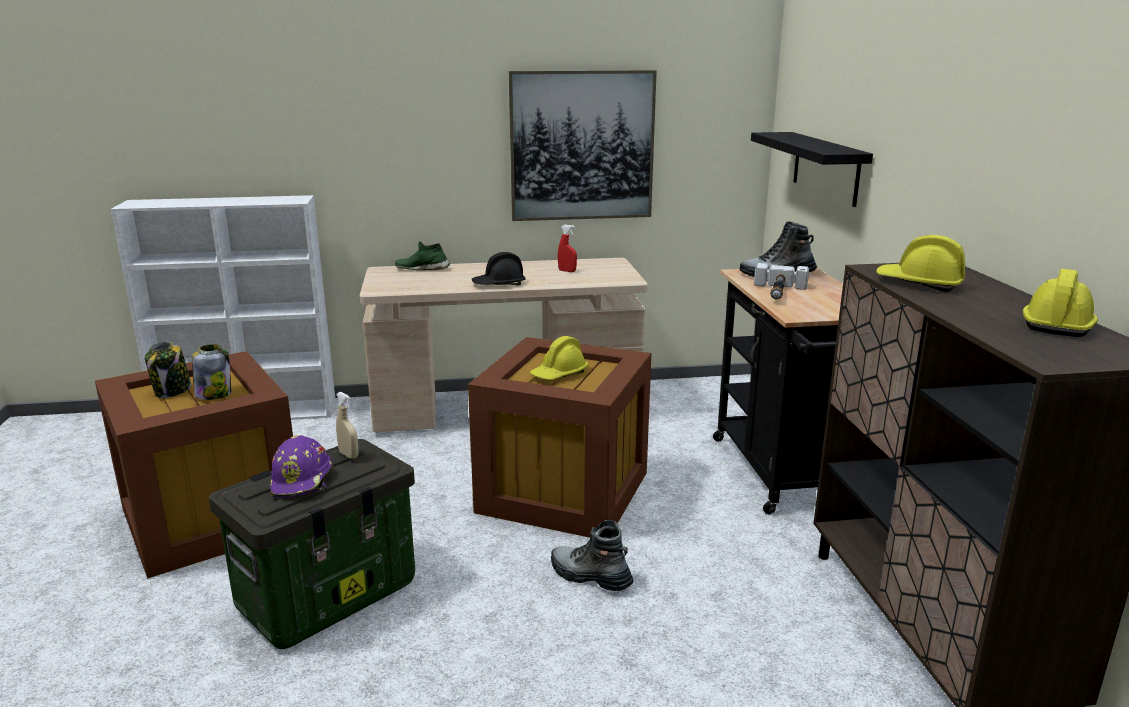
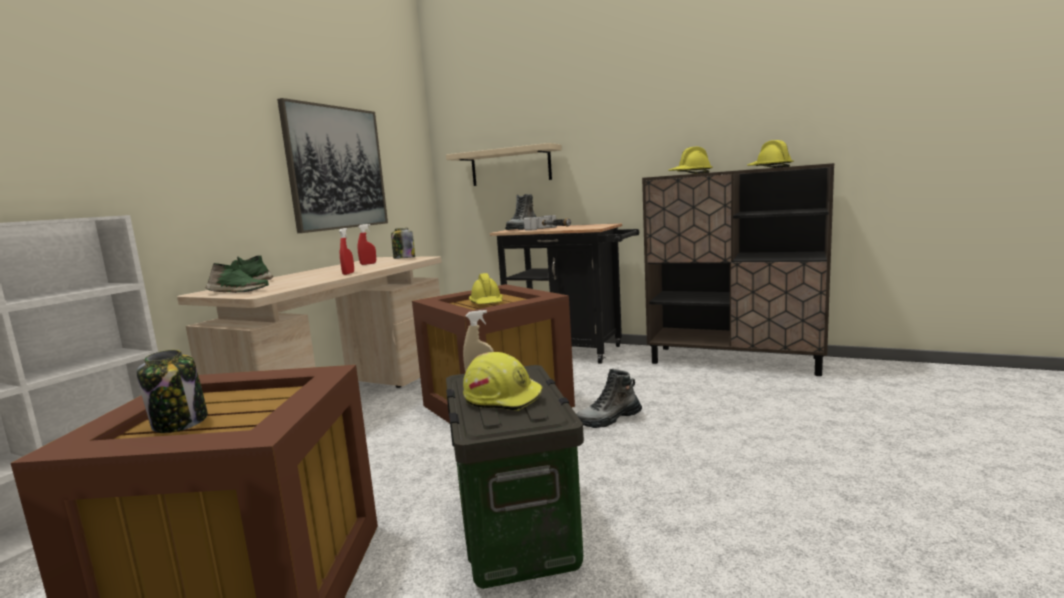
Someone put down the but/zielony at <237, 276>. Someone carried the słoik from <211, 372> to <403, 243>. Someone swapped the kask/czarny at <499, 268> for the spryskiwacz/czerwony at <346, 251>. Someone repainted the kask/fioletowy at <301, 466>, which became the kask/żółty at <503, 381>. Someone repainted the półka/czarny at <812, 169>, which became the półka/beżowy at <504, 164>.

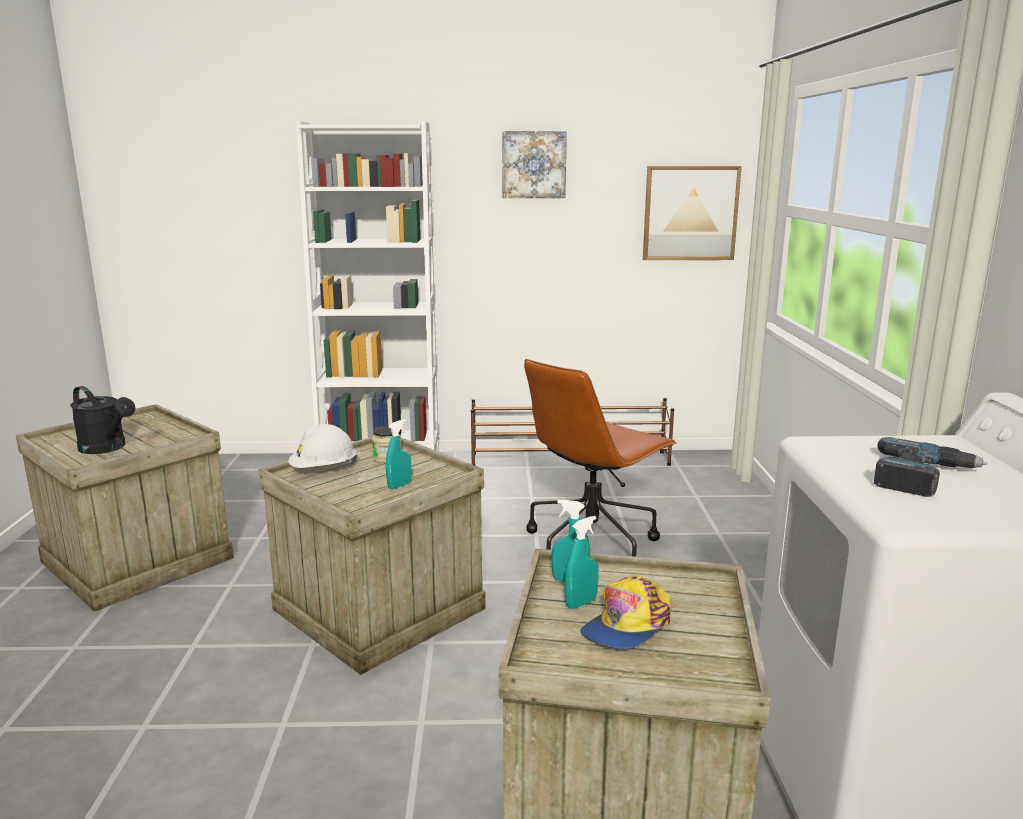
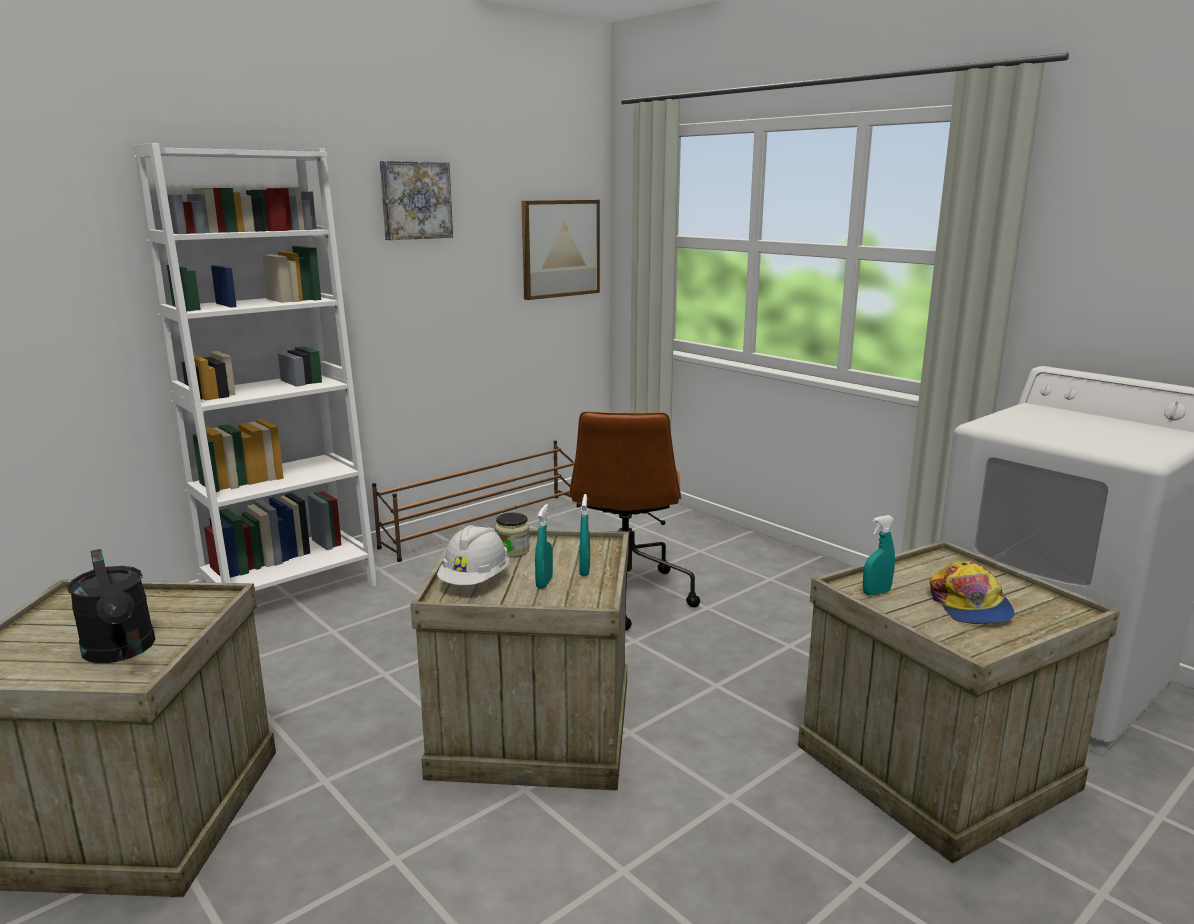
Someone took away the wiertarka at <930, 467>. Someone carried the spryskiwacz/turkusowy from <581, 562> to <544, 546>. Someone rotated the konewka/czarny at <103, 420> by 60 degrees clockwise.

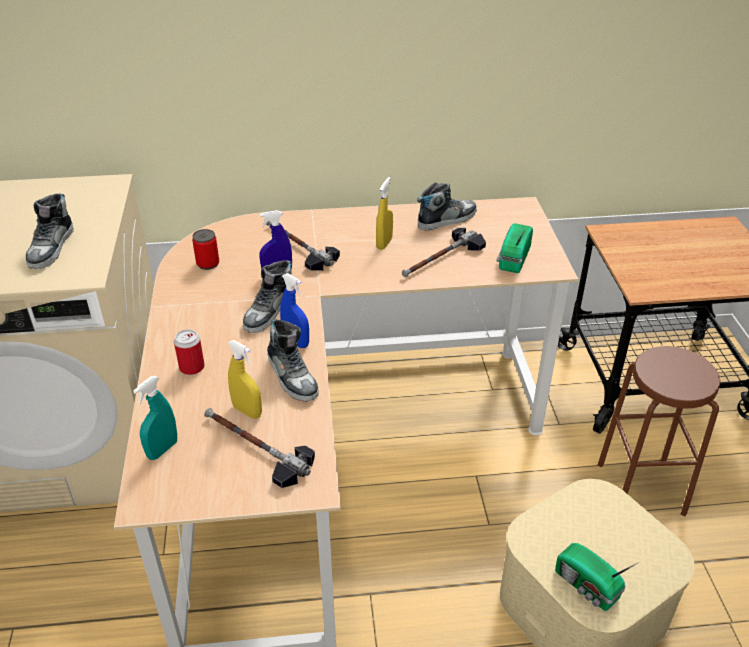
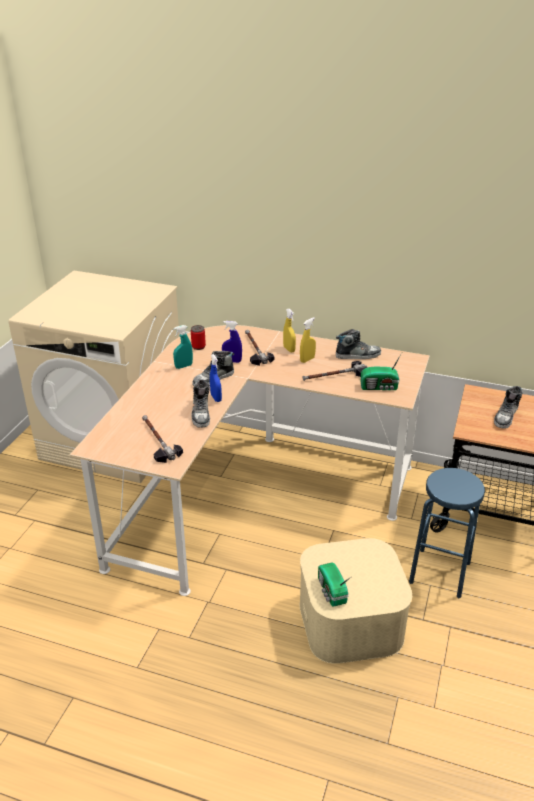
Someone took away the puszka at <189, 352>. Someone carried the but from <50, 231> to <508, 407>. Someone carried the spryskiwacz/turkusowy from <155, 418> to <183, 347>. Someone carried the spryskiwacz/żółty from <245, 379> to <289, 331>. Someone repainted the stołek/brązowy at <659, 431>, which became the stołek/niebieski at <447, 533>. Someone rotated the radio at <515, 248> by 135 degrees counterclockwise.

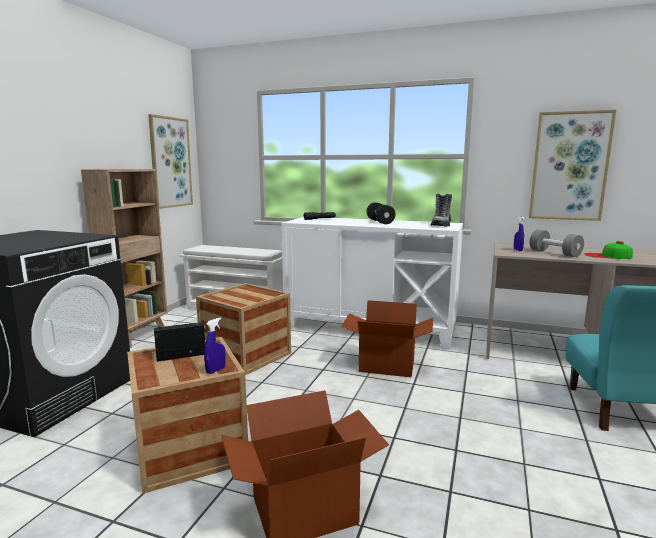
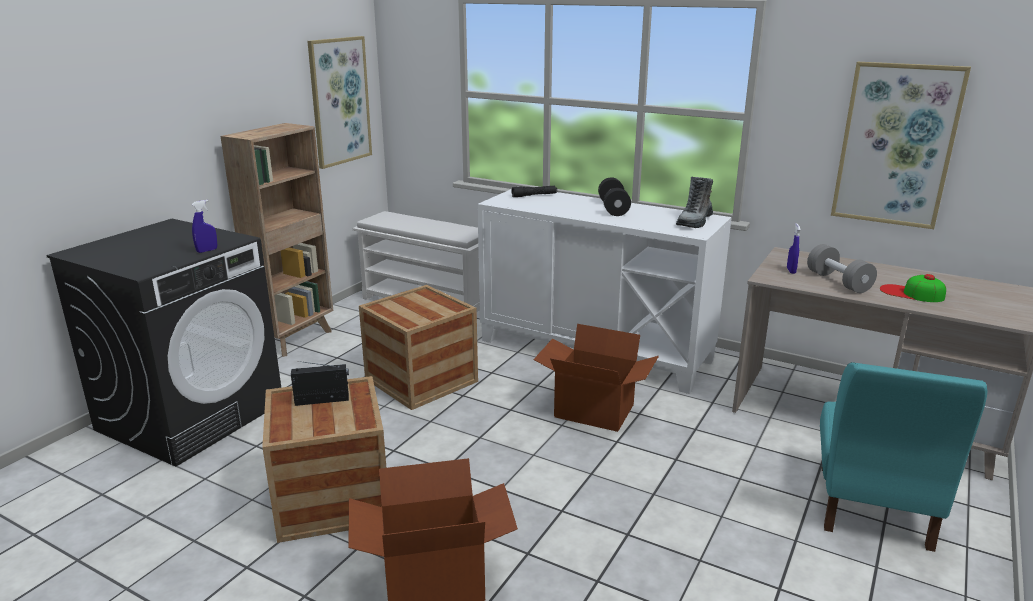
Someone carried the spryskiwacz/niebieski from <215, 346> to <204, 226>.

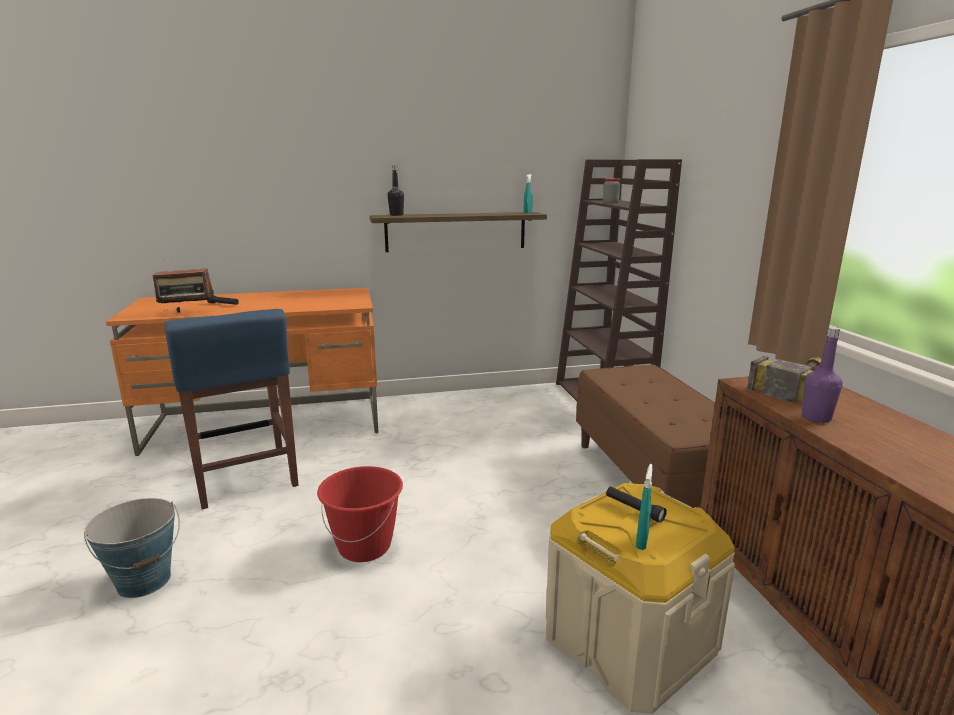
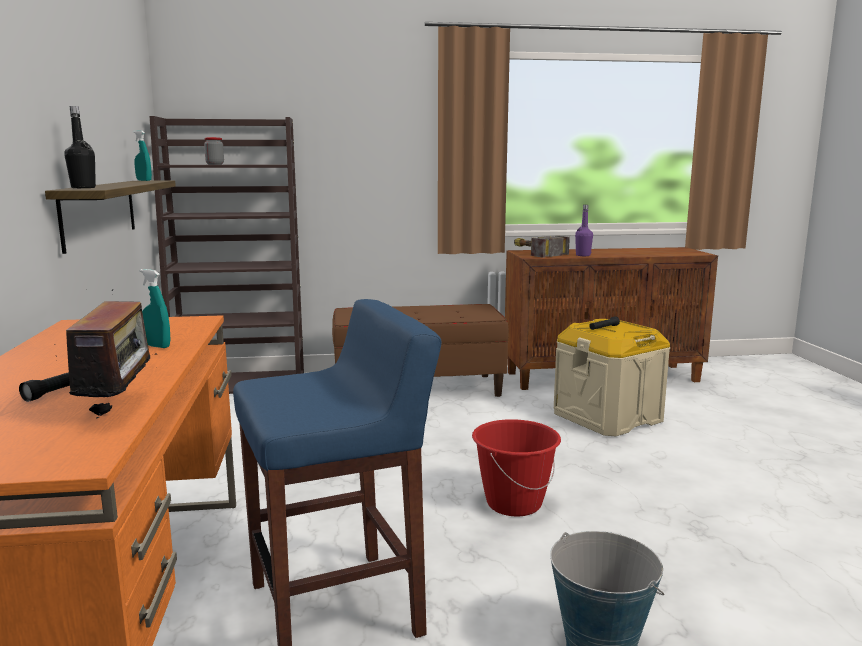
Someone carried the spryskiwacz/turkusowy from <644, 507> to <155, 308>.

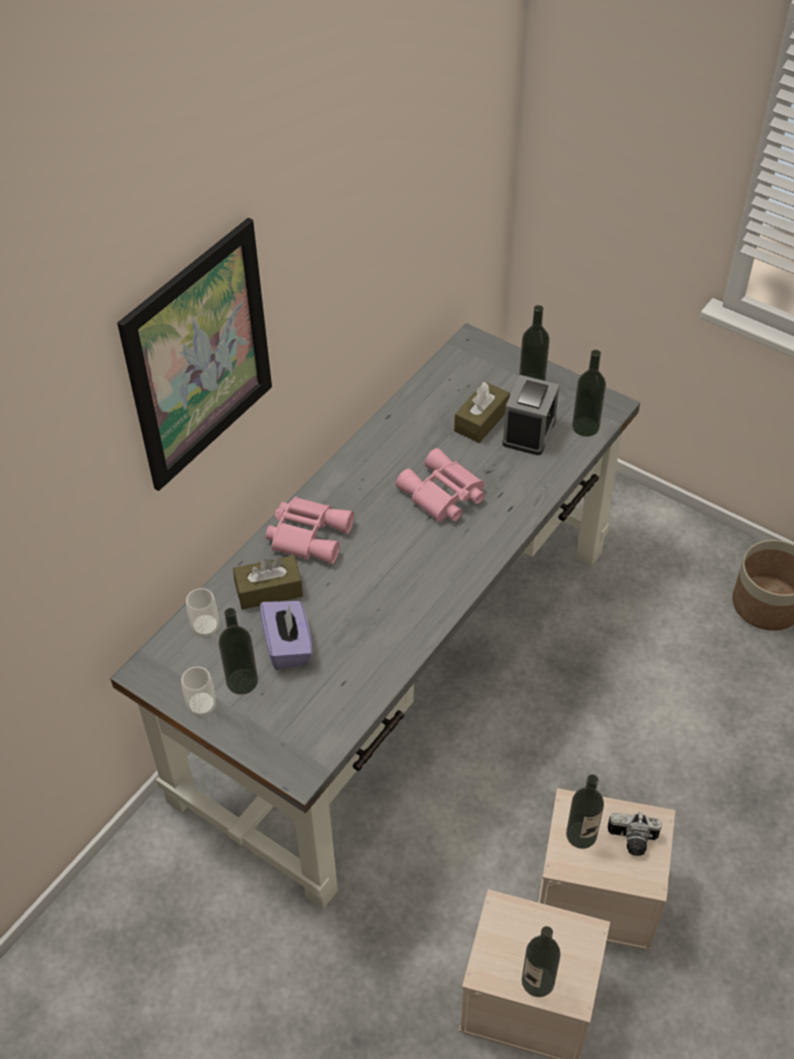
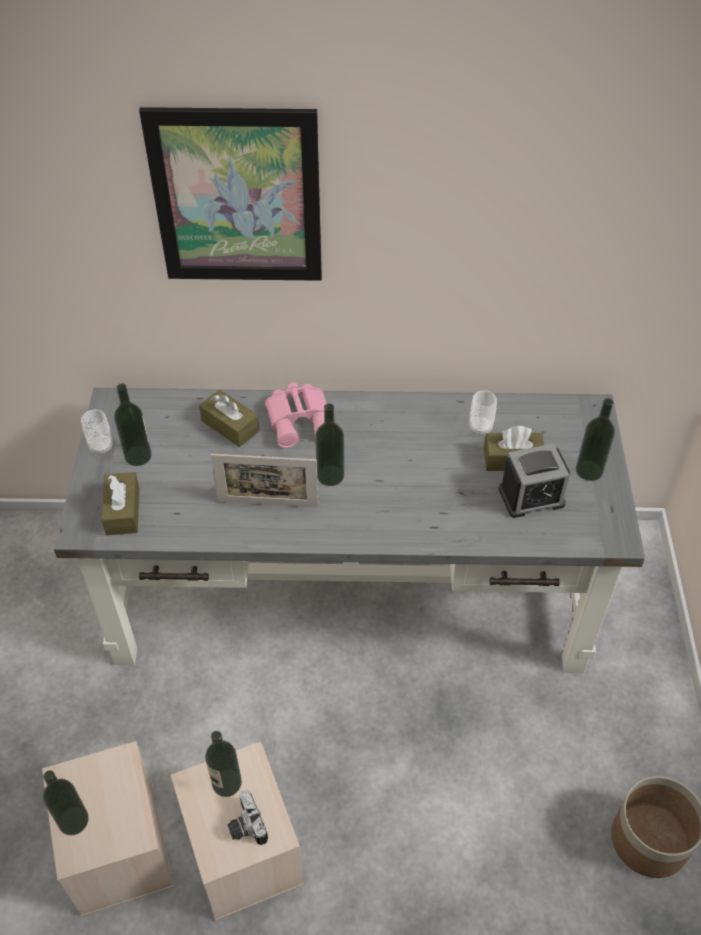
Someone took away the pudełko chusteczek/fioletowy at <286, 635>. Someone took away the lornetka/różowy at <440, 485>. Someone put down the pudełko chusteczek/brązowy at <120, 504>. Someone put down the ramka na zdjęcie at <264, 481>. Someone carried the filiżanka from <202, 613> to <483, 412>. Someone carried the butelka from <589, 393> to <329, 444>.

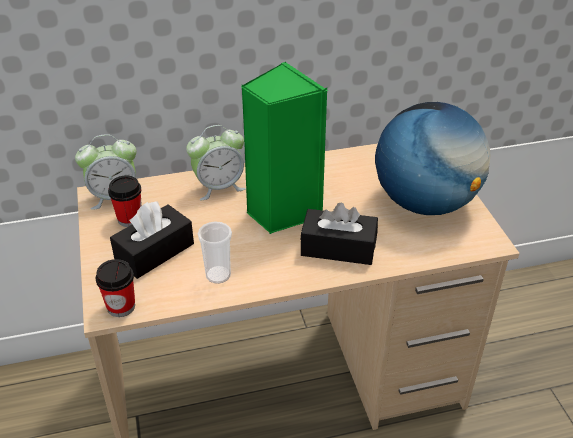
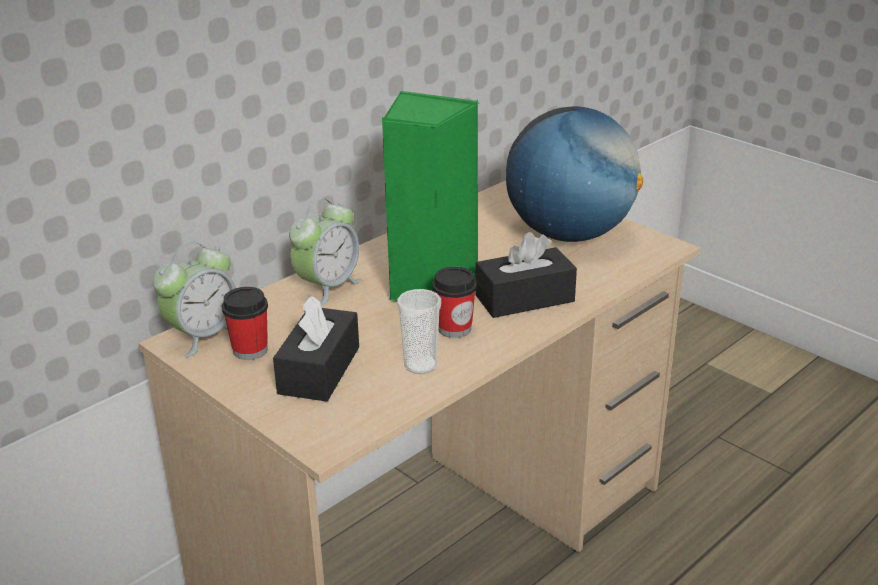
Someone carried the filiżanka from <115, 288> to <455, 302>.

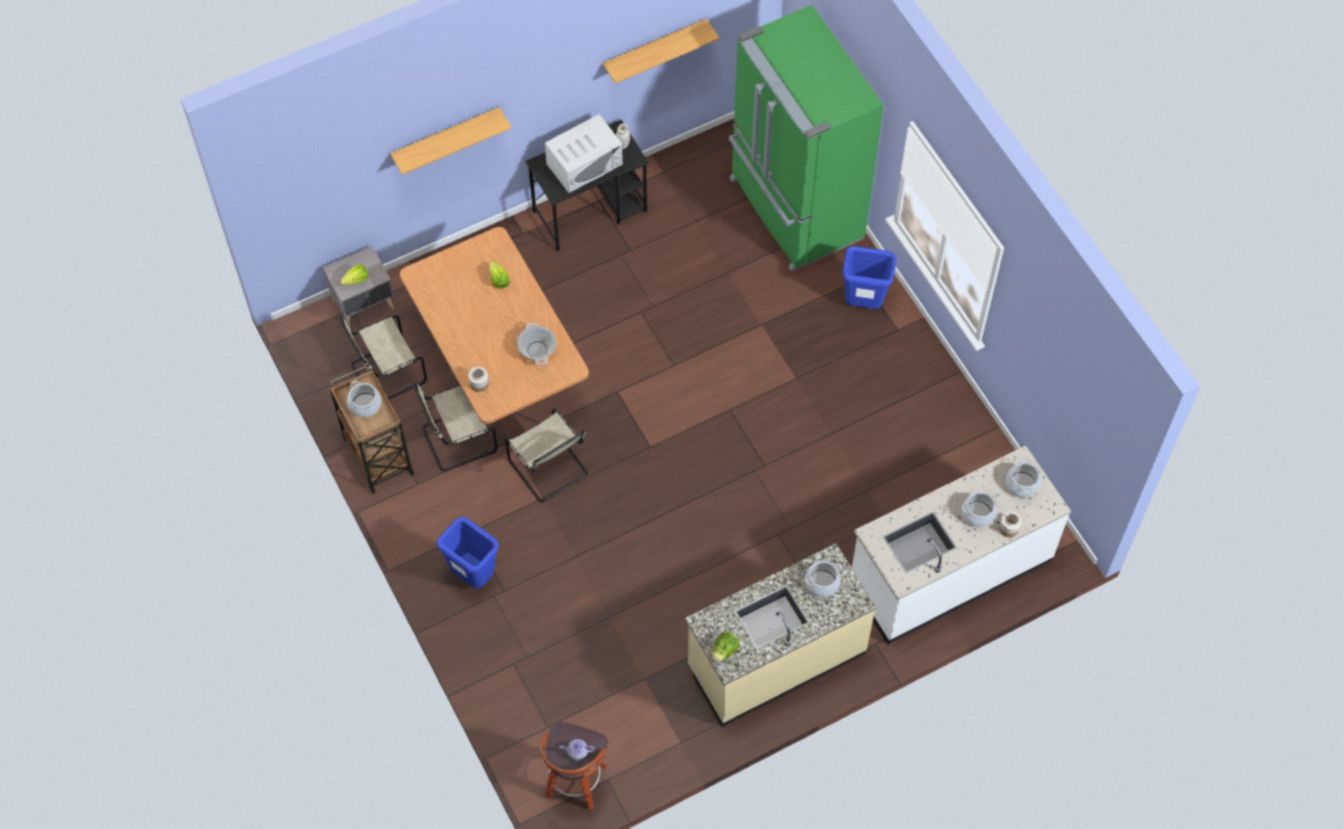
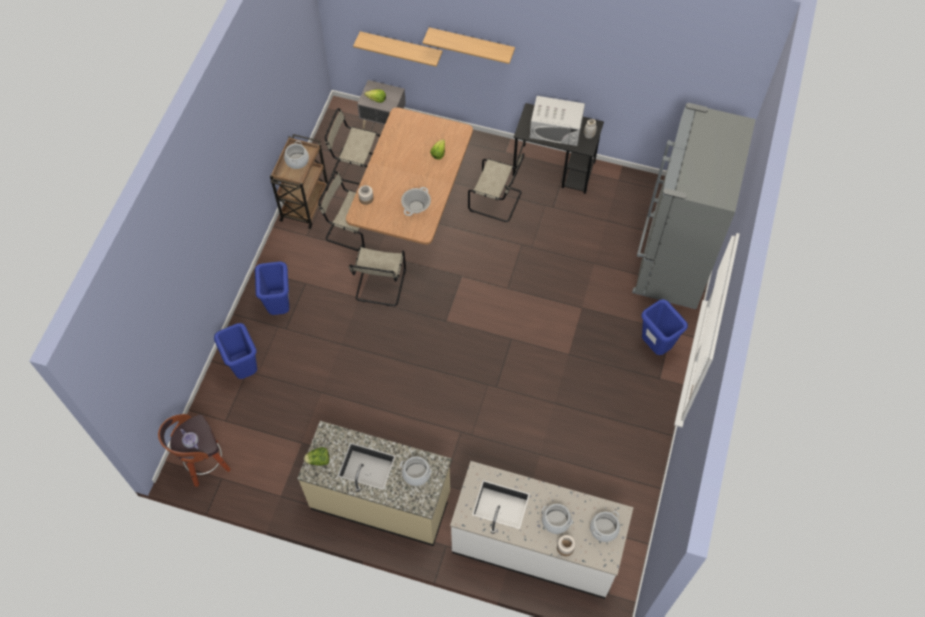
Someone put down the kosz na śmieci/niebieski at <235, 351>. Someone put down the krzesło/beżowy at <496, 187>. Someone carried the półka from <661, 51> to <398, 49>. Someone repainted the lodówka/zielony at <806, 138>, which became the lodówka/szary at <694, 206>.

